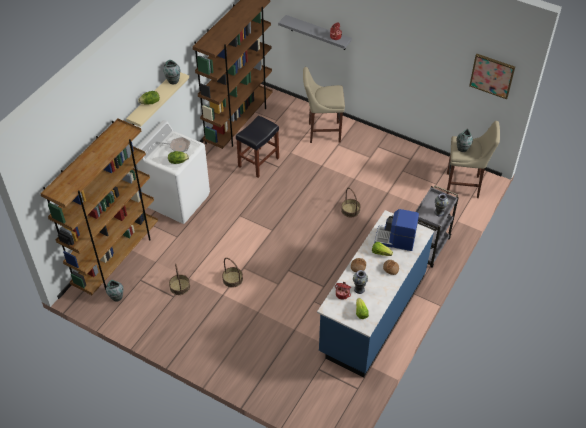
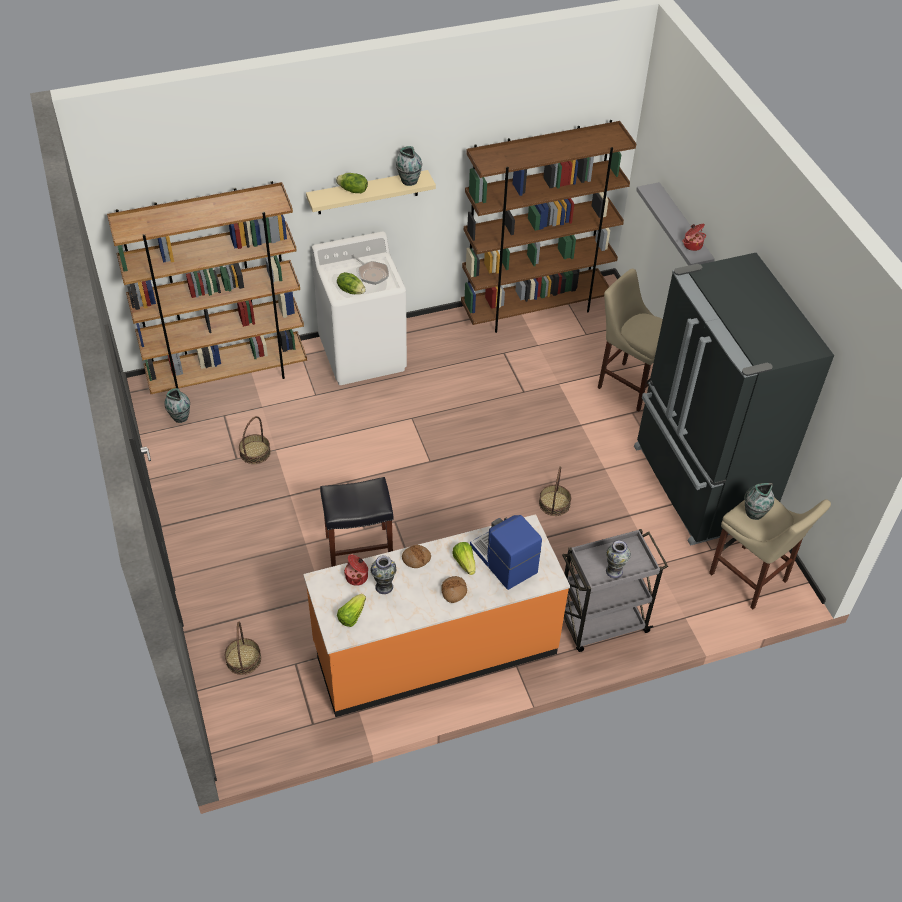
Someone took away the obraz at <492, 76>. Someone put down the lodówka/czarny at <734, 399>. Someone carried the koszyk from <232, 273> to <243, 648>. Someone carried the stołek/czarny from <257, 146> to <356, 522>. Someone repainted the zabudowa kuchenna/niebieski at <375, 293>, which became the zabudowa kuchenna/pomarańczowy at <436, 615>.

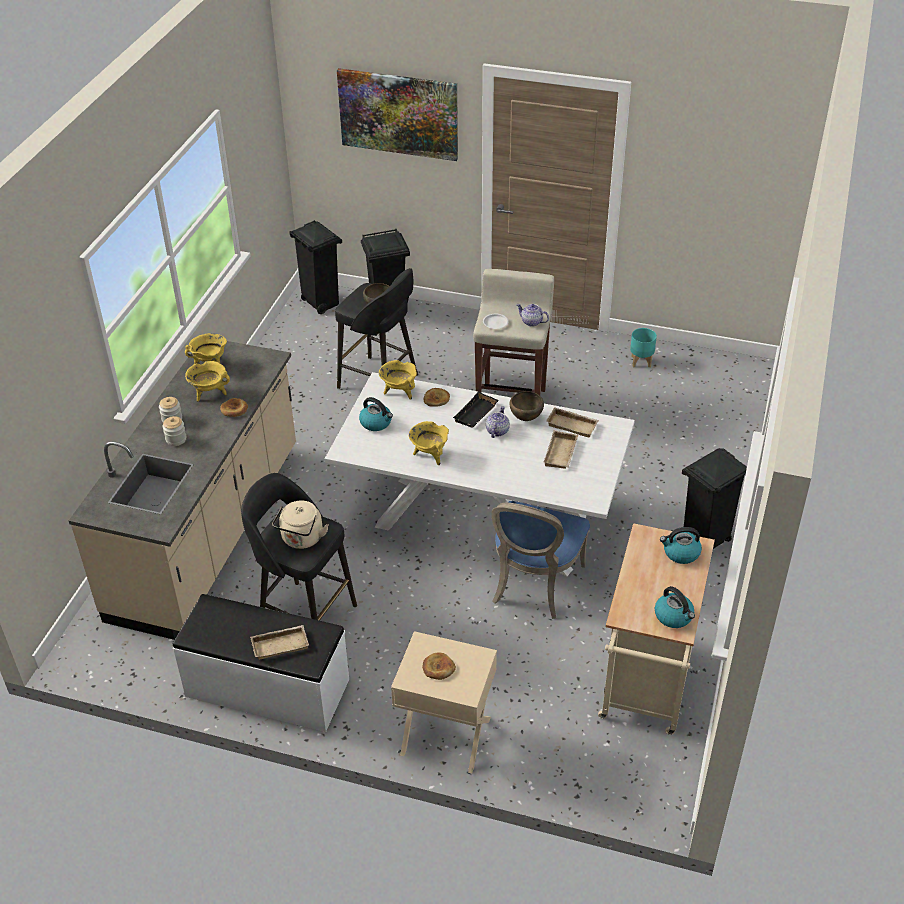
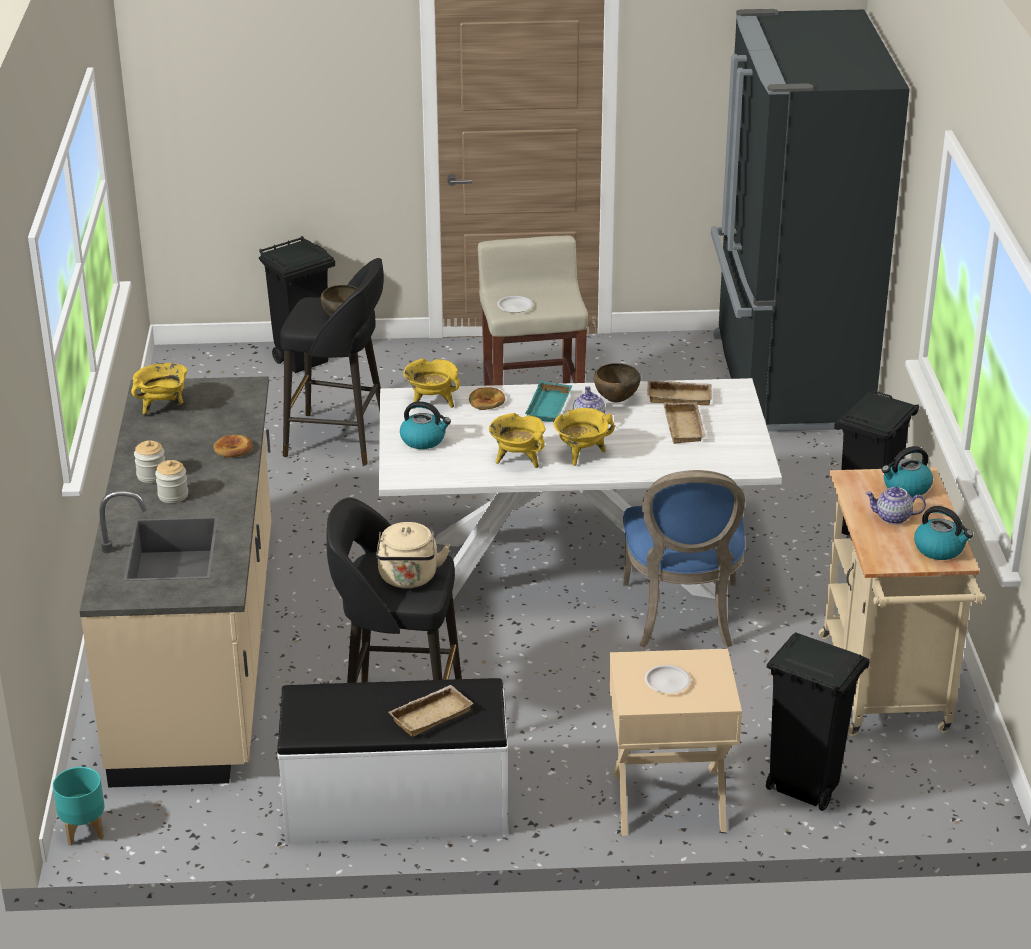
Someone took away the obraz at <397, 114>. Someone put down the lodówka/czarny at <810, 220>. Someone carried the garnek/żółty from <207, 381> to <584, 437>. Someone carried the kosz na śmieci/czarny from <315, 267> to <818, 721>. Someone carried the imbryk from <532, 315> to <895, 505>. Someone carried the donica/turkusowy from <643, 348> to <78, 806>. Someone swapped the chleb at <439, 666> for the talerz/biały at <667, 679>. Someone repainted the taca/czarny at <476, 409>, which became the taca/turkusowy at <548, 401>.

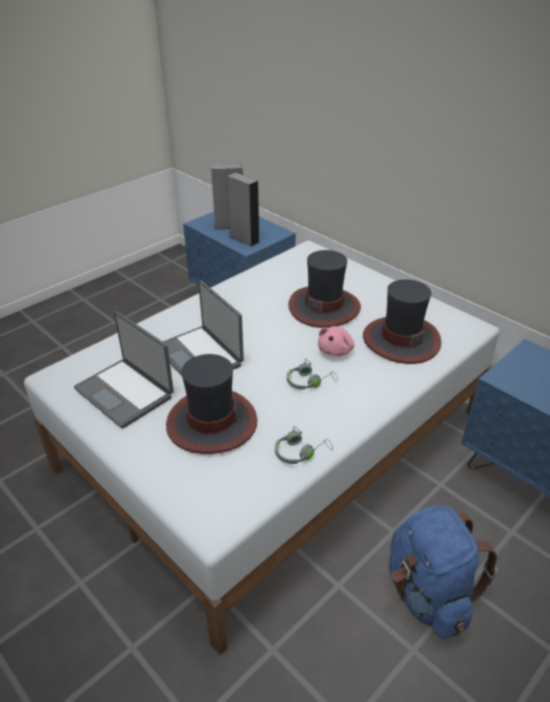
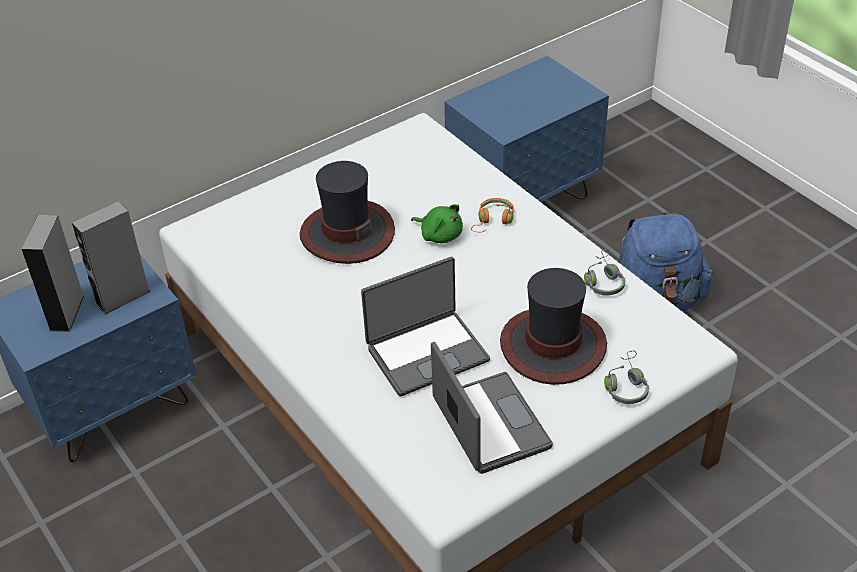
Someone took away the kapelusz at <402, 321>. Someone put down the słuchawki/pomarańczowy at <492, 215>. Someone carried the słuchawki/szary from <312, 374> to <626, 377>. Someone repainted the pluszak/różowy at <336, 341>, which became the pluszak/zielony at <437, 223>. Someone rotated the laptop at <124, 369> by 75 degrees counterclockwise.

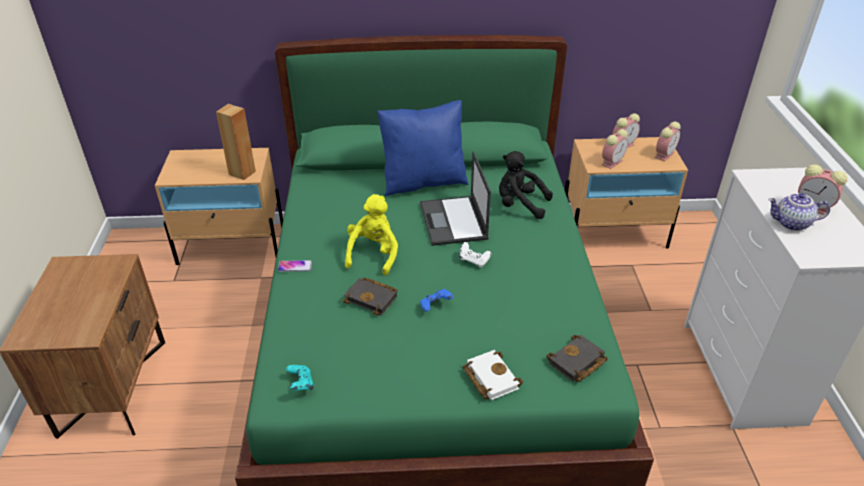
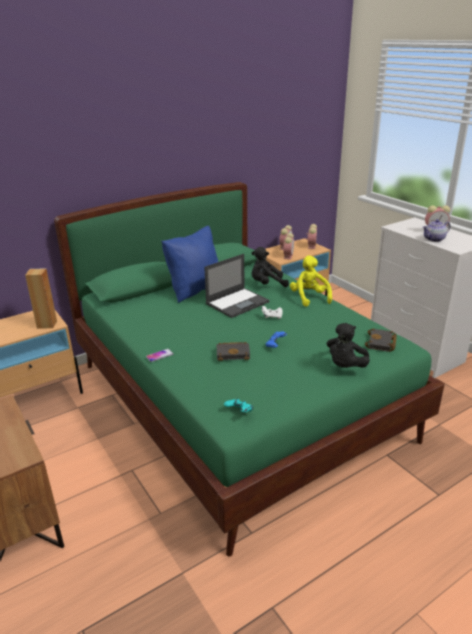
Someone carried the pluszak/żółty from <371, 234> to <311, 281>. Someone swapped the książka/biały at <493, 375> for the pluszak/czarny at <348, 345>. Someone rotated the laptop at <455, 198> by 90 degrees counterclockwise.

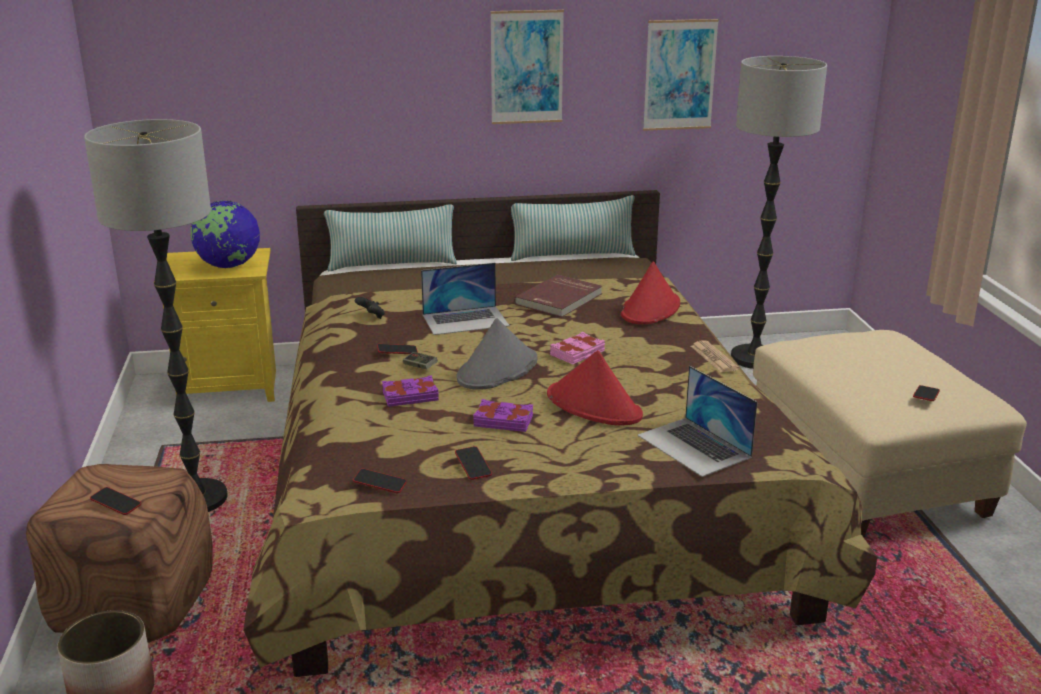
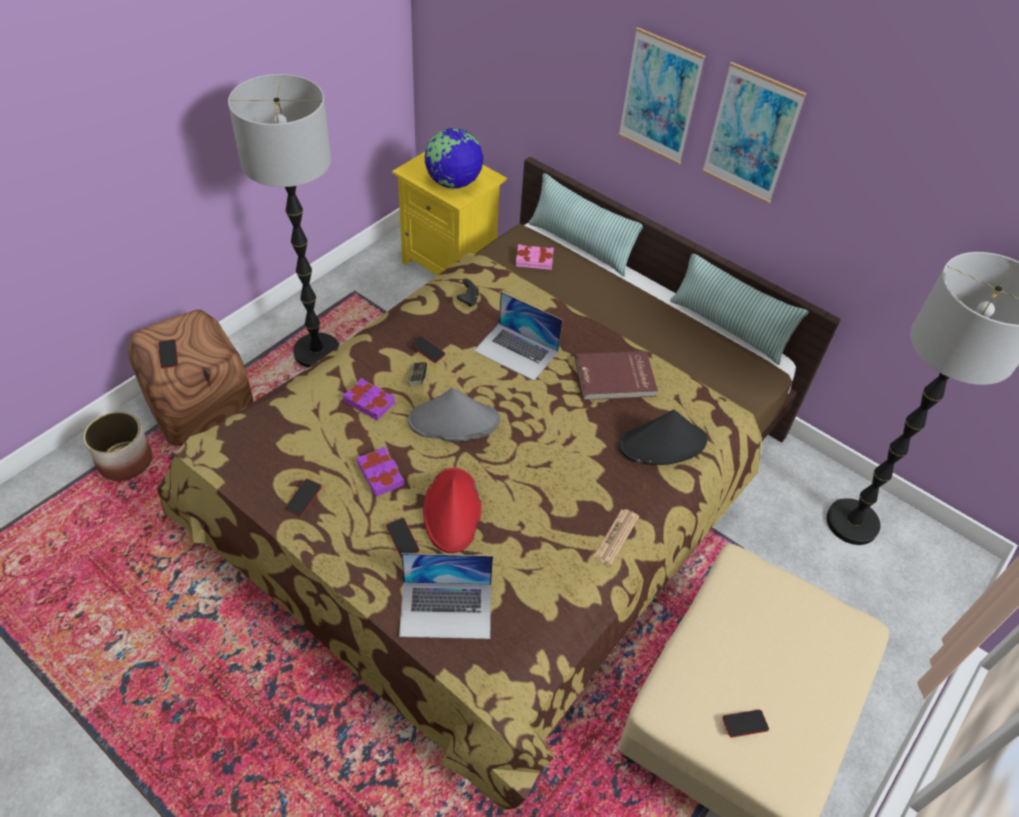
Someone carried the telefon from <380, 480> to <403, 538>. Someone carried the książka/różowy from <577, 348> to <535, 257>. Someone carried the obraz from <681, 75> to <661, 96>. Someone repainted the kapelusz/czerwony at <650, 292>, which became the kapelusz/czarny at <663, 437>. Someone rotated the laptop at <697, 421> by 105 degrees counterclockwise.

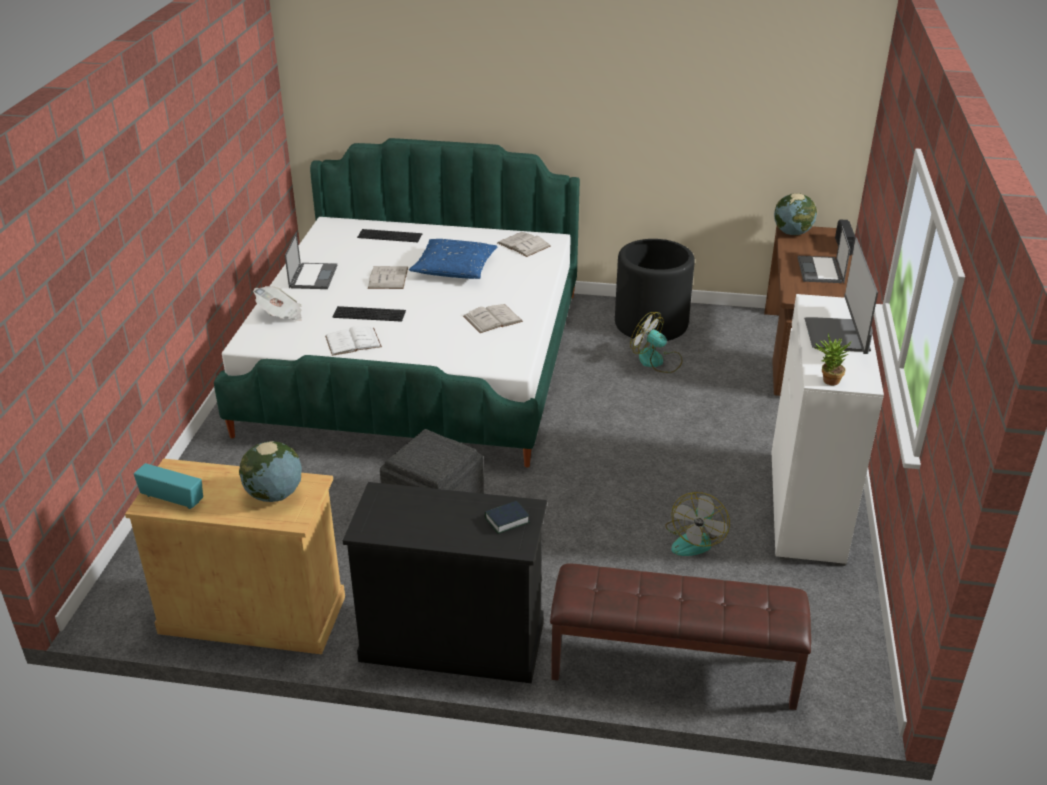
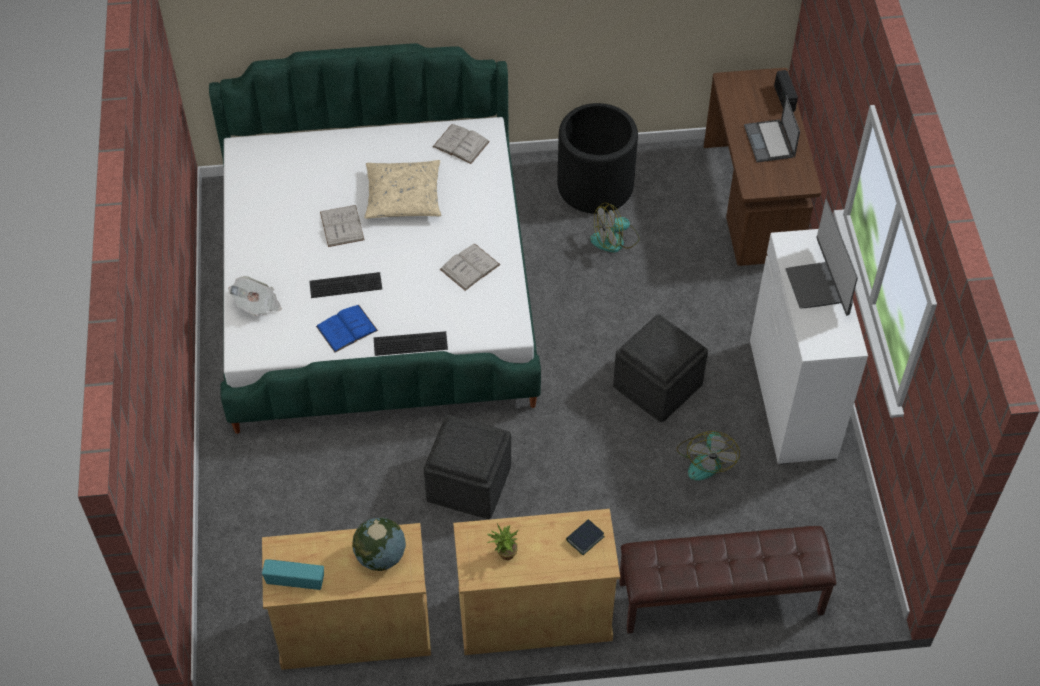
Someone took away the laptop at <311, 260>. Someone took away the globus at <795, 214>. Someone put down the pufa/szary at <660, 368>. Someone carried the klawiatura from <389, 235> to <411, 343>. Someone carried the roślina doniczkowa from <833, 359> to <502, 542>. Someone repainted the książka/biały at <353, 341>, which became the książka/niebieski at <347, 329>. Someone repainted the szafka/czarny at <445, 582>, which became the szafka/beżowy at <536, 582>. Someone repainted the poduszka/niebieski at <453, 259>, which became the poduszka/beżowy at <403, 189>. Someone rotated the wentylator at <656, 342> by 45 degrees counterclockwise.

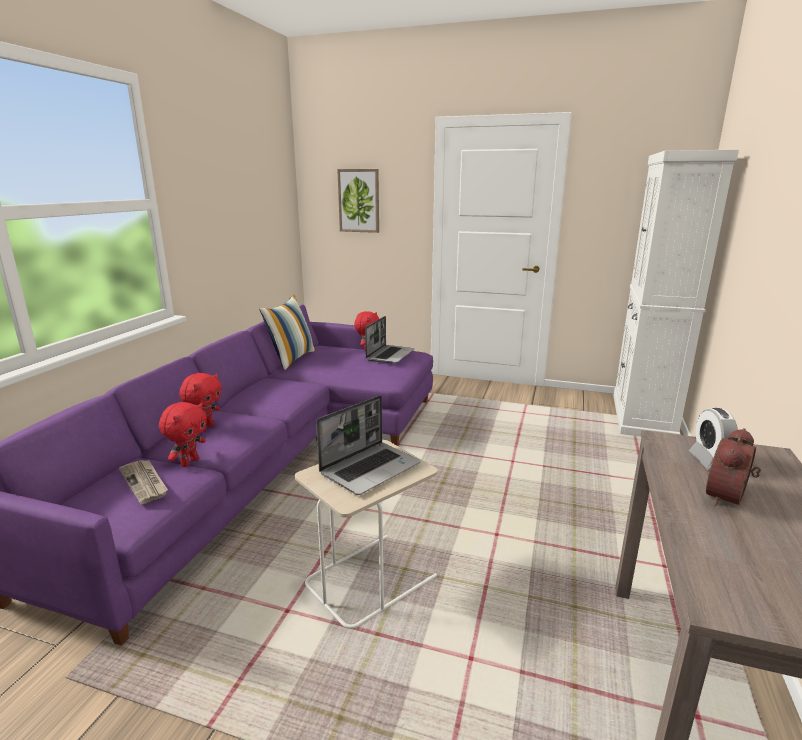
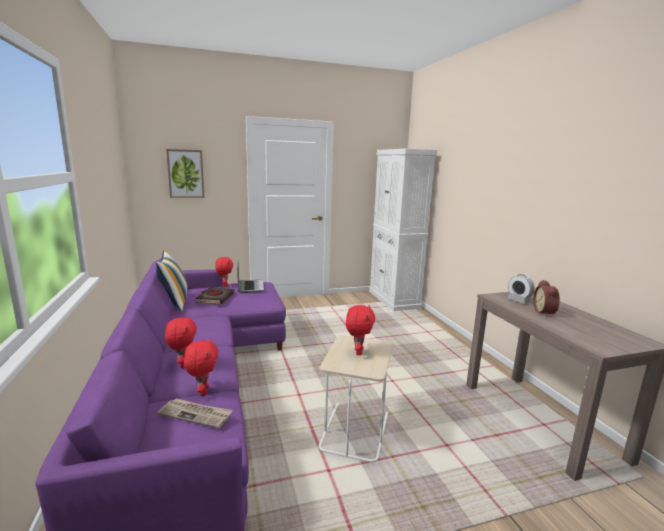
Someone put down the książka/czarny at <215, 295>. Someone swapped the laptop at <368, 445> for the pluszak/czerwony at <360, 330>.

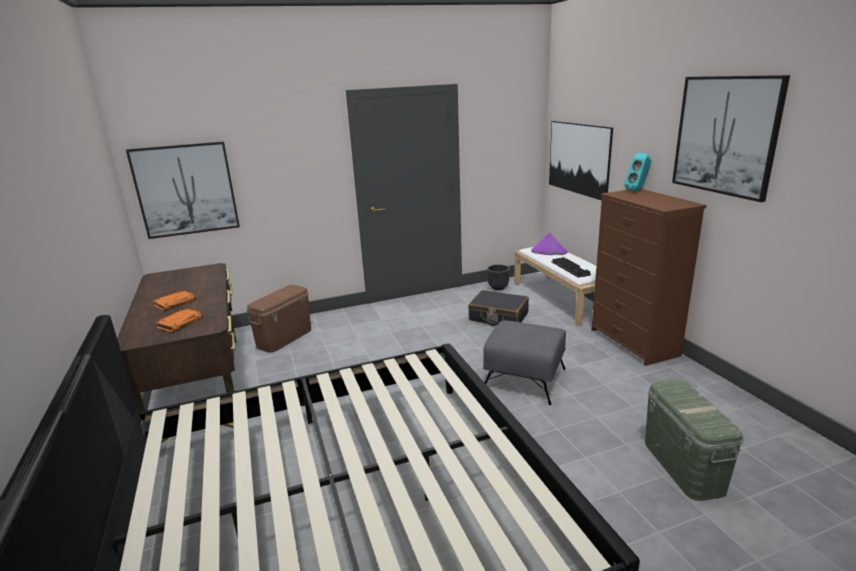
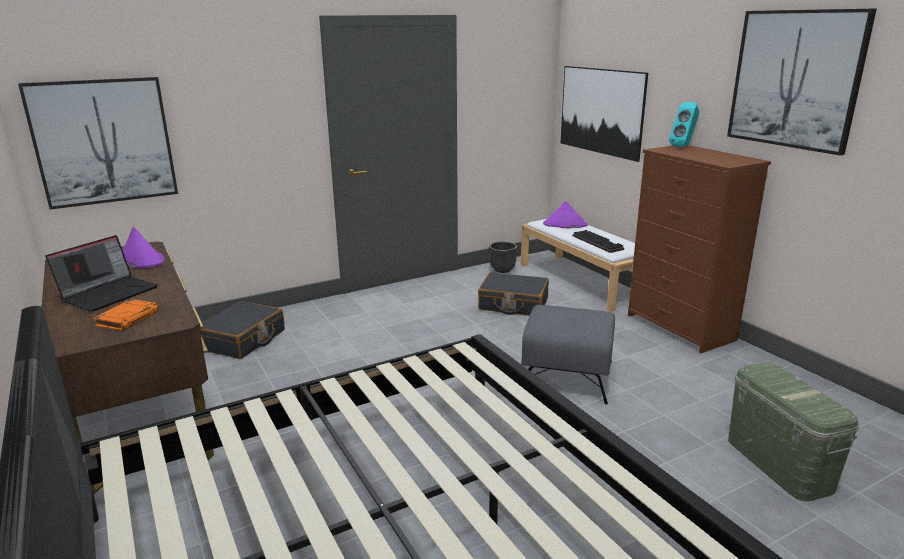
Someone put down the kapelusz/fioletowy at <143, 247>. Someone swapped the książka/pomarańczowy at <174, 300> for the laptop at <101, 273>. Someone swapped the pojemnik do przechowywania/brązowy at <279, 319> for the walizka/czarny at <242, 330>.

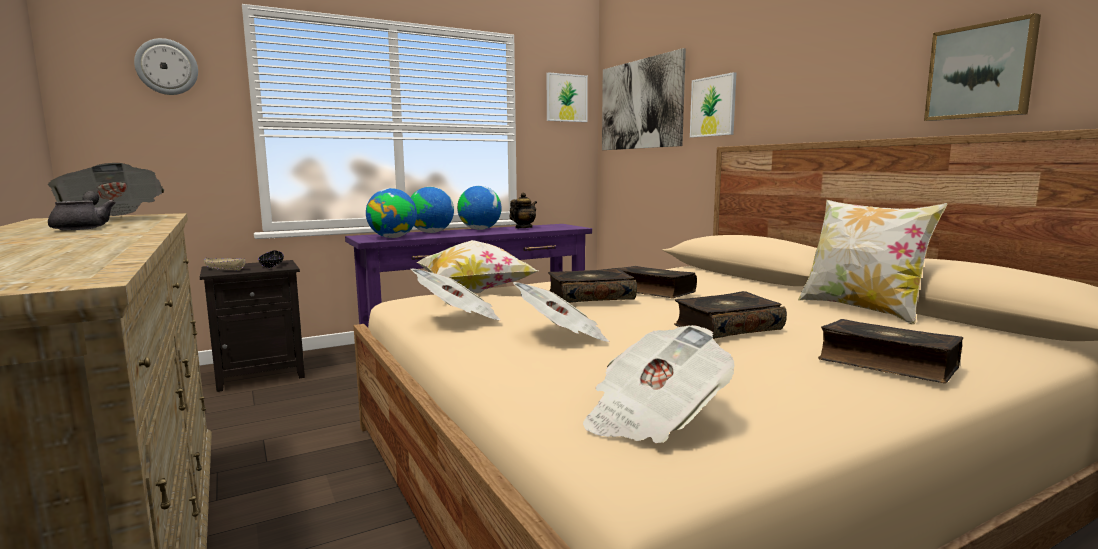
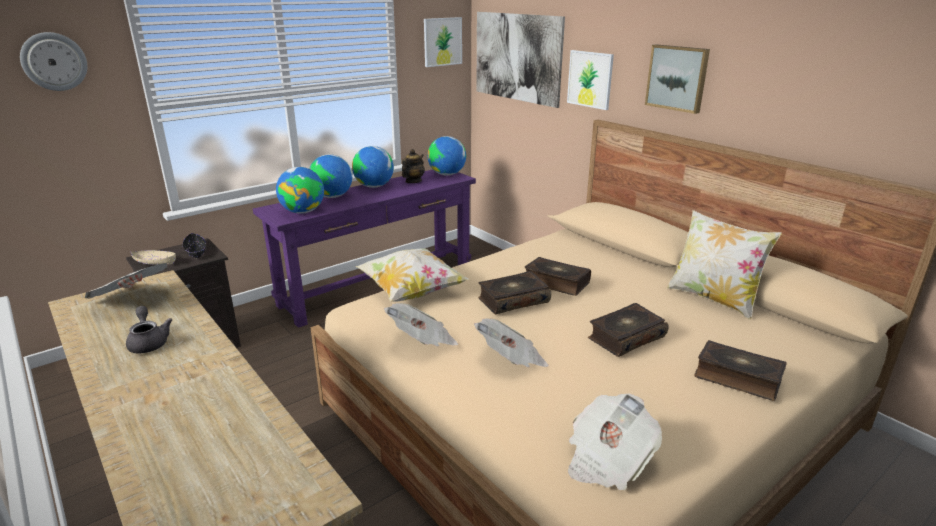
Someone put down the globus at <446, 156>. Someone carried the obraz from <982, 67> to <677, 79>.

